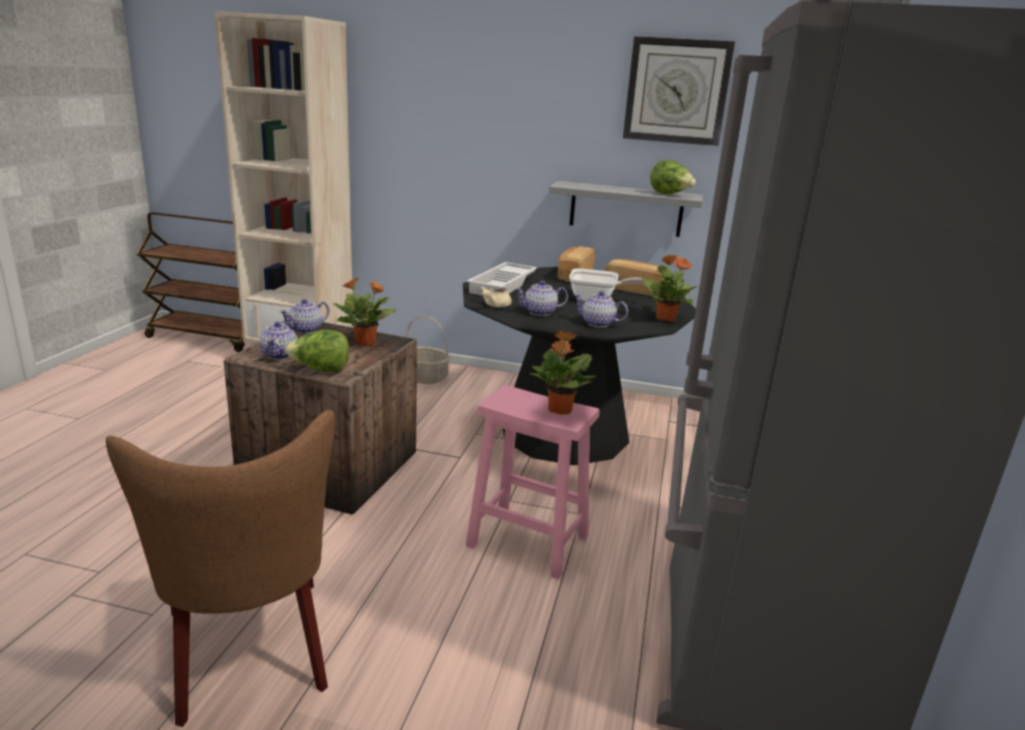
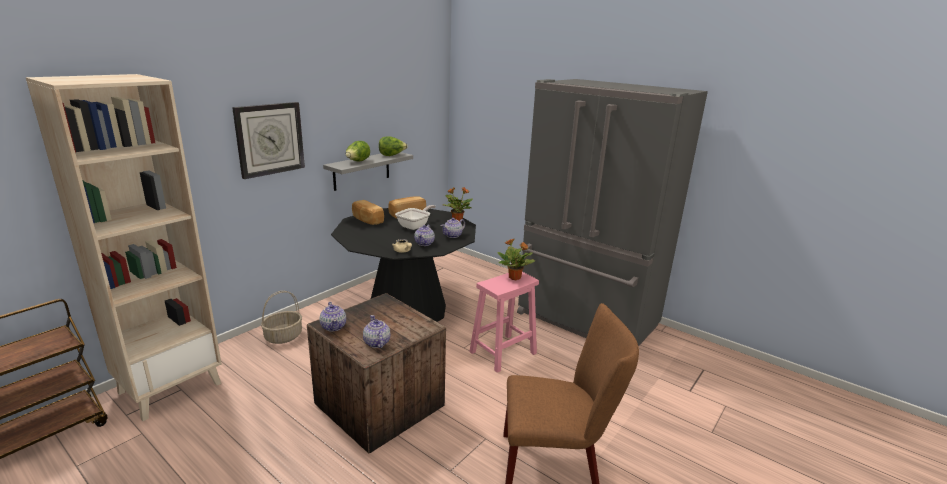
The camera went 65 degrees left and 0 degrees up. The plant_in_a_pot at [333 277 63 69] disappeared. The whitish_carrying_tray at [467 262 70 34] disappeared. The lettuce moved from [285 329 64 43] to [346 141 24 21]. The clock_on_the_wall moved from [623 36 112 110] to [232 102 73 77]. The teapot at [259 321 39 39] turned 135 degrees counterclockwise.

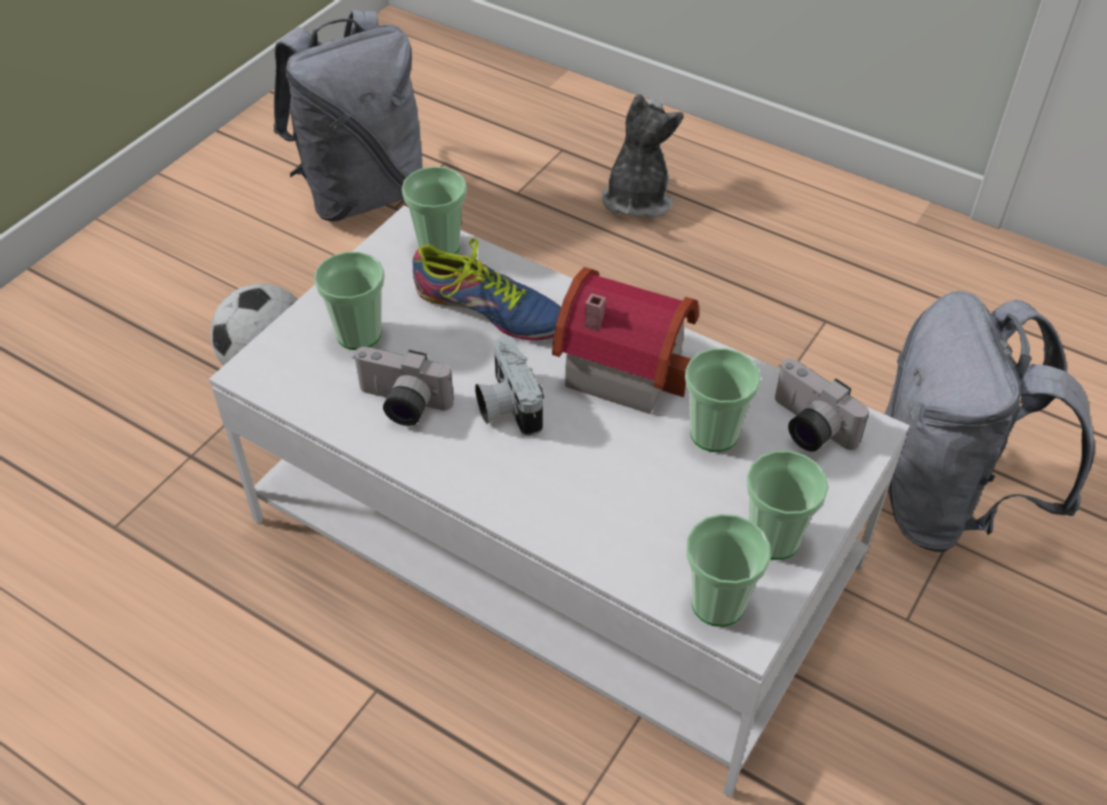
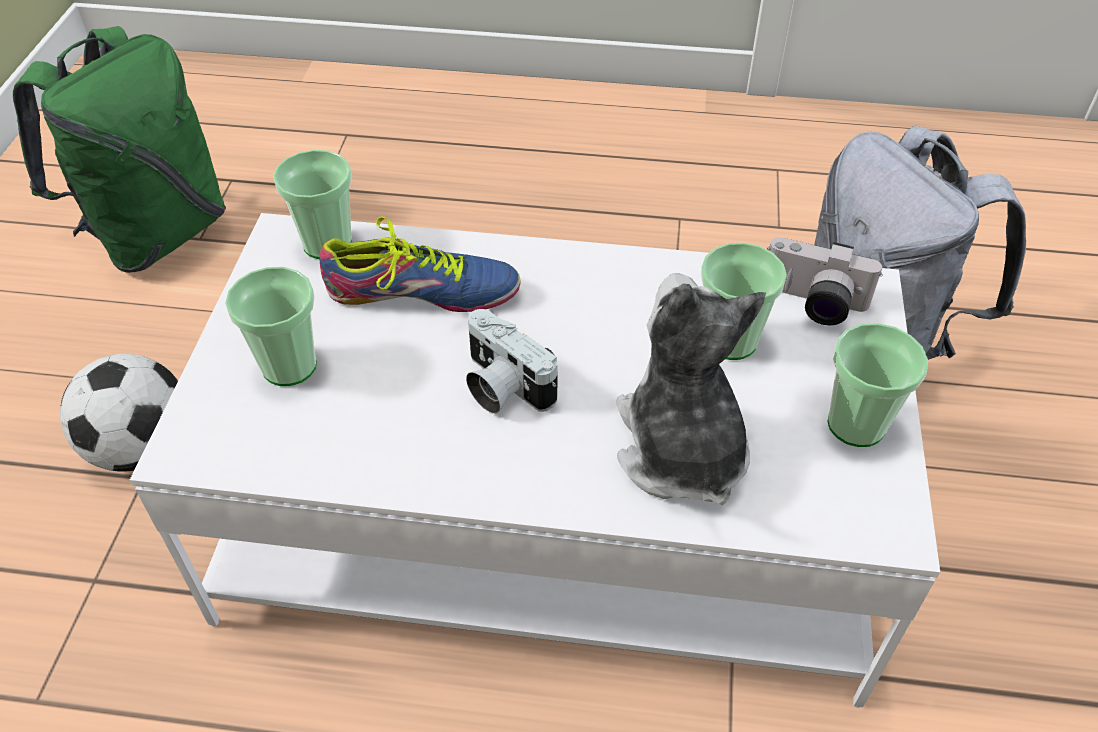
The camera went 25 degrees left and 0 degrees up. The photo_camera at [352 347 102 79] disappeared. The model_house at [552 267 147 147] disappeared. The drinking_cup at [686 514 85 113] disappeared. The soft_toy moved from [602 94 82 125] to [616 273 150 232]. The grey_rucksack at [273 10 149 212] became the greenish_rucksack at [13 26 213 247].

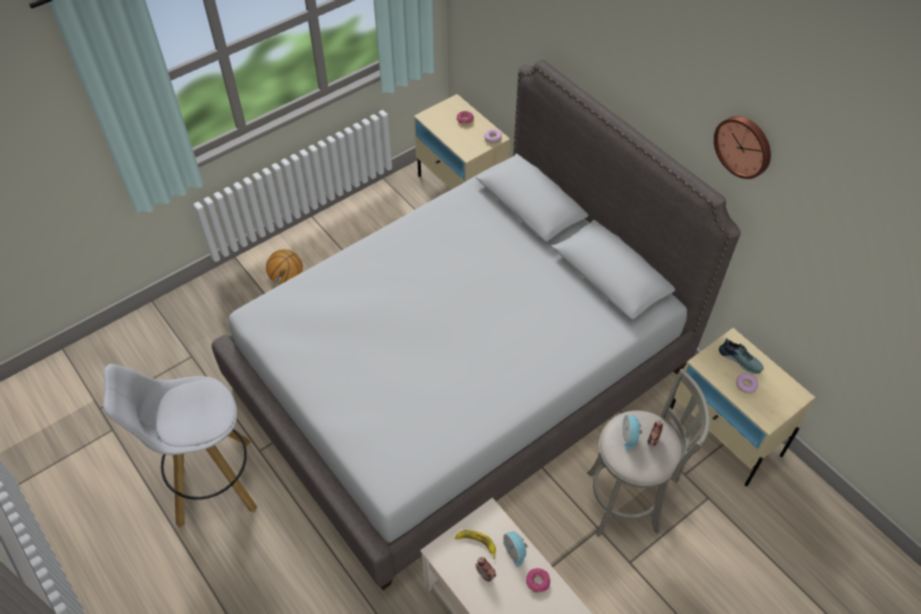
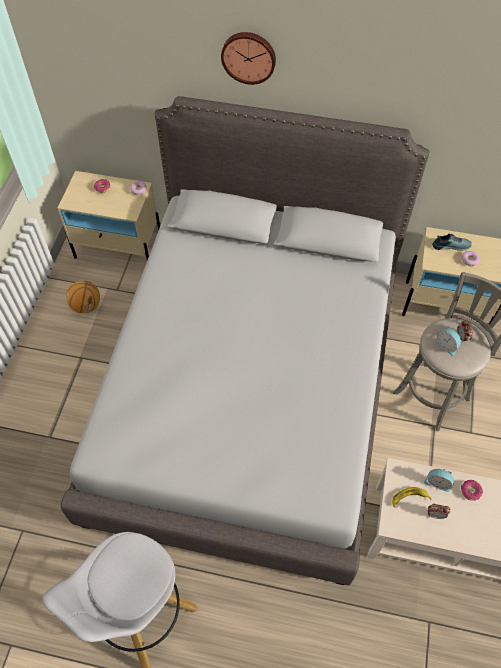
The camera went 40 degrees left and 5 degrees up. The basketball_ball moved from [266 249 37 36] to [66 280 34 33]. The clock_on_the_wall moved from [714 116 57 63] to [221 32 55 53].

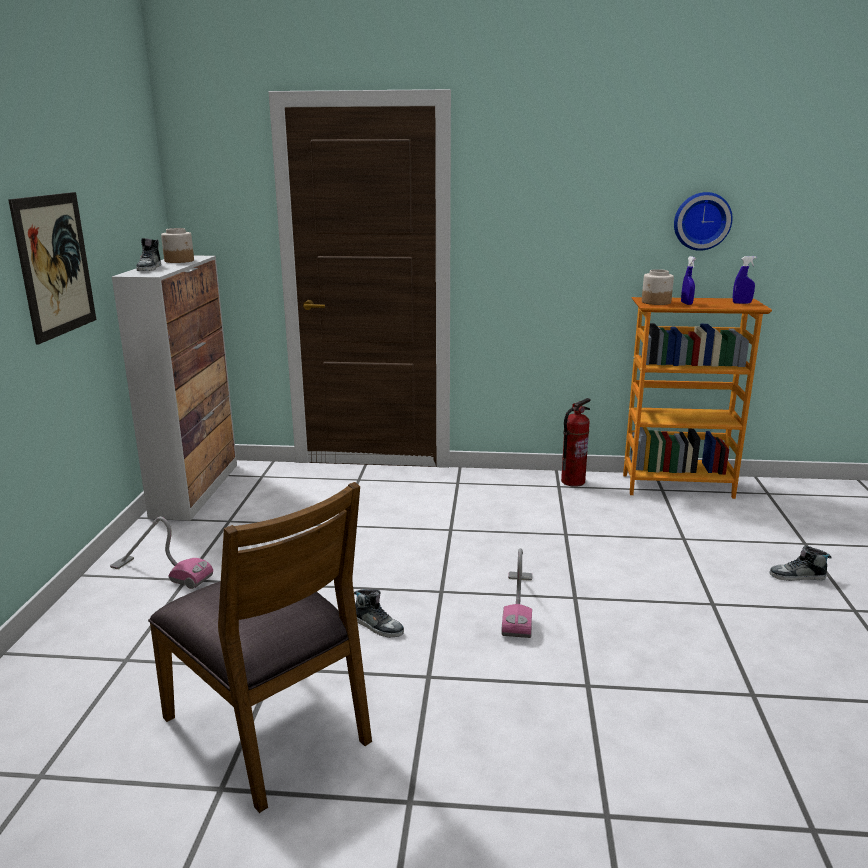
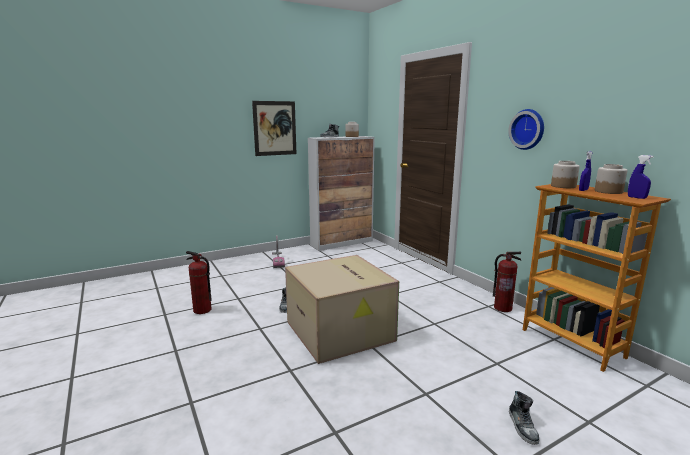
The camera went 55 degrees right and 5 degrees down. The jar at [595 164 32 30] appeared. The clock_on_the_wall moved from [674 192 59 59] to [508 109 36 41]. The brownish_chair at [148 482 224 331] was replaced by the extinguisher at [186 251 26 63]. The vacuum_cleaner at [501 548 32 90] was replaced by the packing_box at [285 255 114 109]. The shoe at [769 546 62 35] turned 150 degrees counterclockwise.

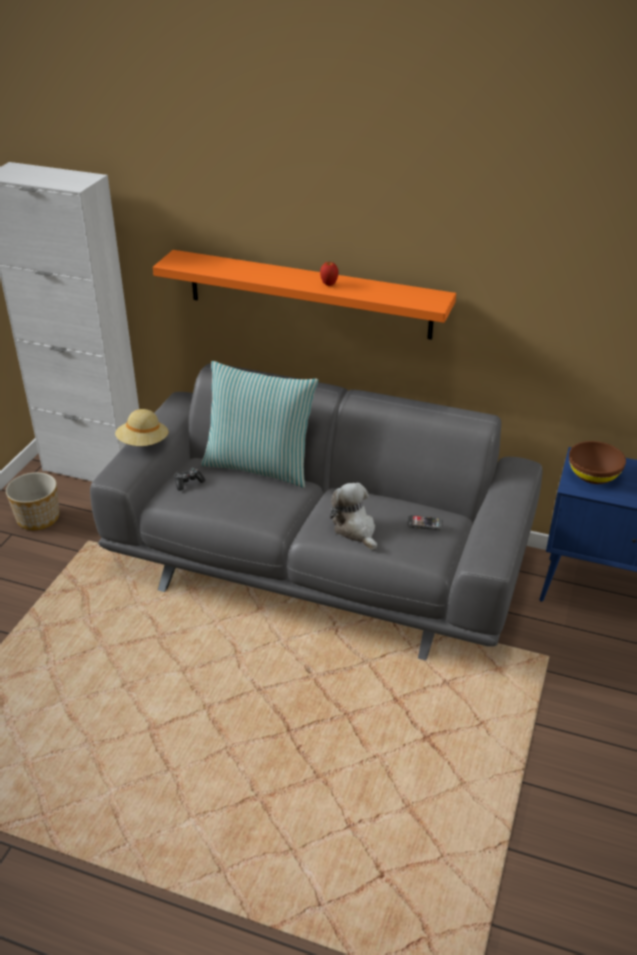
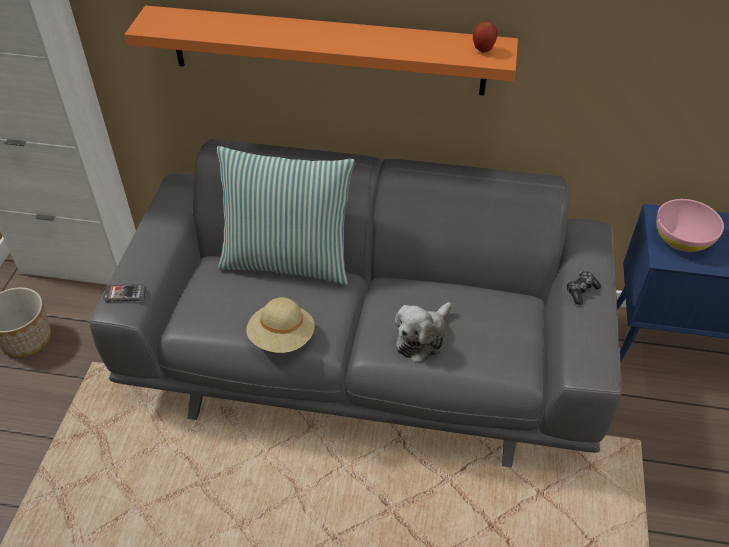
The camera went 10 degrees left and 10 degrees up. The beige_wearable_hat moved from [115 409 54 37] to [246 297 69 56]. The game_controller moved from [175 468 30 23] to [566 271 35 34]. The apple_fruit moved from [320 261 19 25] to [473 21 25 32]. The phone moved from [407 515 36 15] to [103 284 43 18]. The brownish_deep_dish at [569 441 57 43] became the pink-coloured_deep_dish at [656 199 68 53]. The soft_toy at [330 483 47 67] turned 105 degrees counterclockwise.

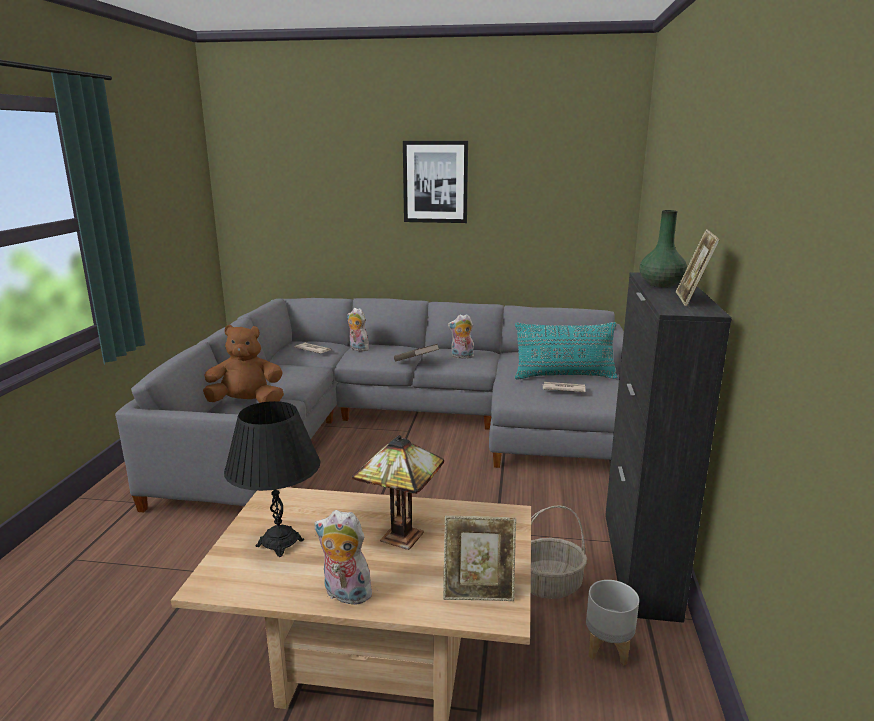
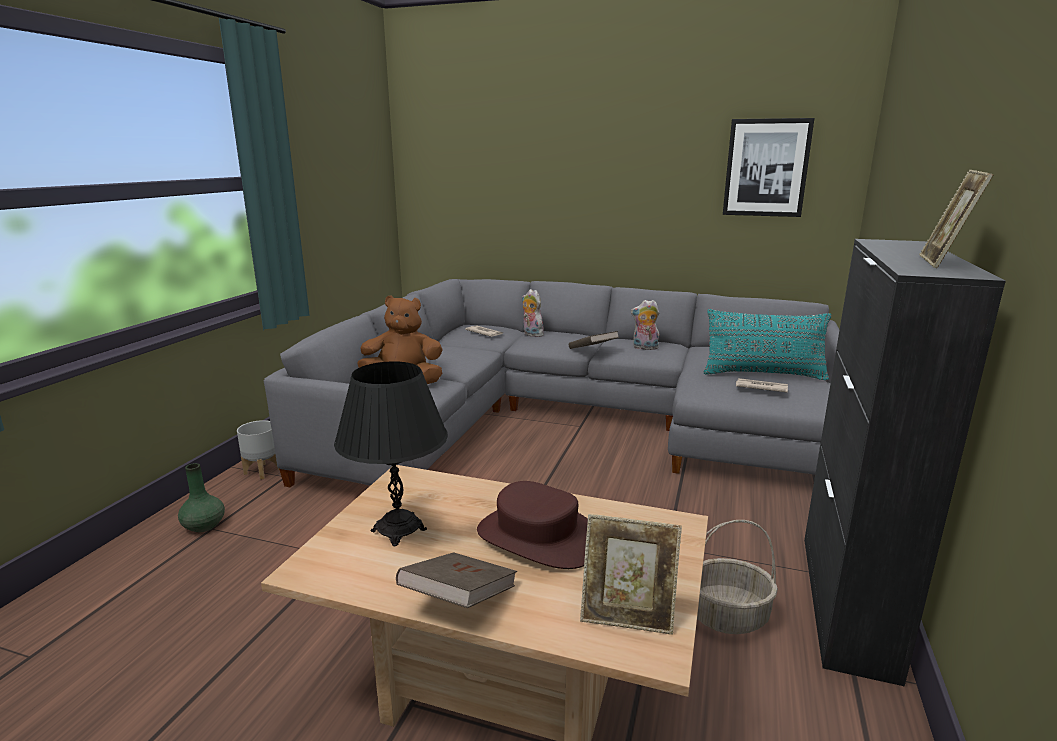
The camera went 10 degrees right and 0 degrees up. The wall_picture moved from [403 141 65 82] to [723 118 92 99]. The grey_planter moved from [586 580 53 86] to [237 420 42 60]. The greenish_flower_vase moved from [639 210 48 77] to [178 463 47 69]. The soft_toy at [314 510 63 95] was replaced by the brownish_bound_book at [396 552 121 56]. The tabletop_lamp at [352 435 92 115] was replaced by the brownish_wearable_hat at [477 481 111 88].

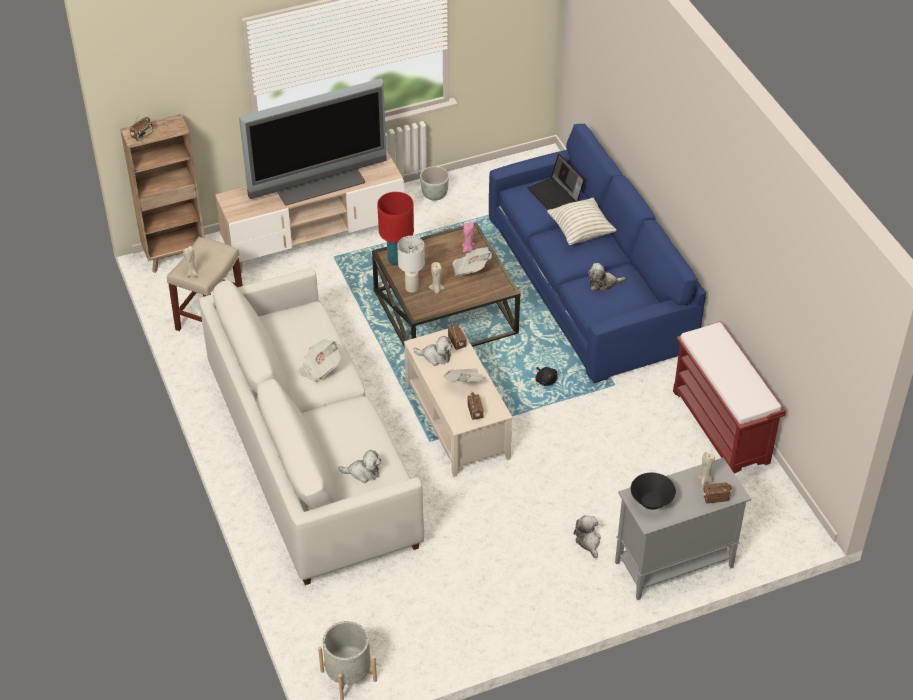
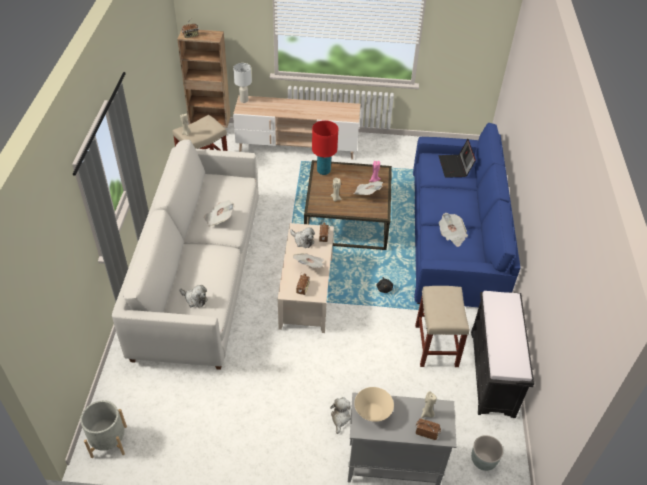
The camera went 25 degrees right and 0 degrees up. The TV_set at [239 78 148 127] disappeared. The pillow at [547 198 70 47] disappeared. The beige_stool at [415 286 54 81] appeared. The whitish_tabletop_lamp moved from [397 236 28 57] to [233 63 19 40]. The grey_planter moved from [420 166 29 35] to [471 435 32 36]. The soft_toy at [588 263 38 29] was replaced by the newspaper at [439 213 29 34]. The black-coloured_deep_dish at [631 473 45 37] became the beige_deep_dish at [354 387 40 35]. The red_bench at [673 321 113 153] became the black-coloured_bench at [471 291 63 127].

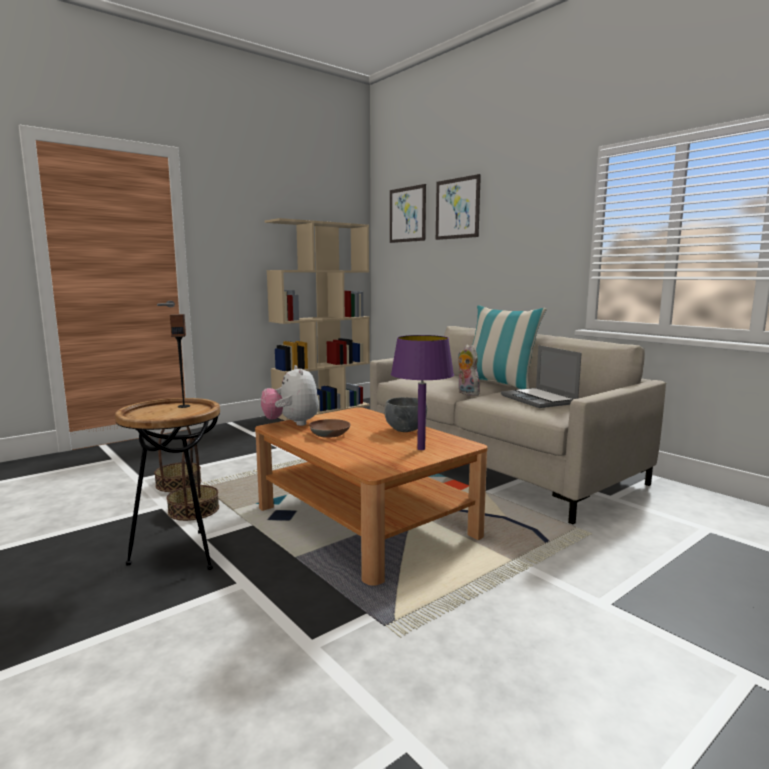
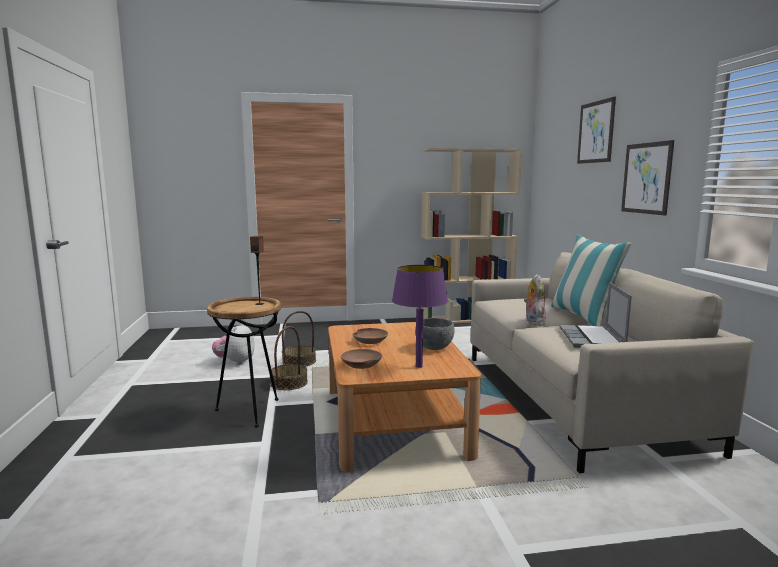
The camera went 30 degrees right and 0 degrees up. The brownish_deep_dish at [341 349 41 20] appeared. The soft_toy moved from [261 365 58 61] to [212 324 43 41]. The wall_picture moved from [390 184 36 59] to [621 140 53 75].

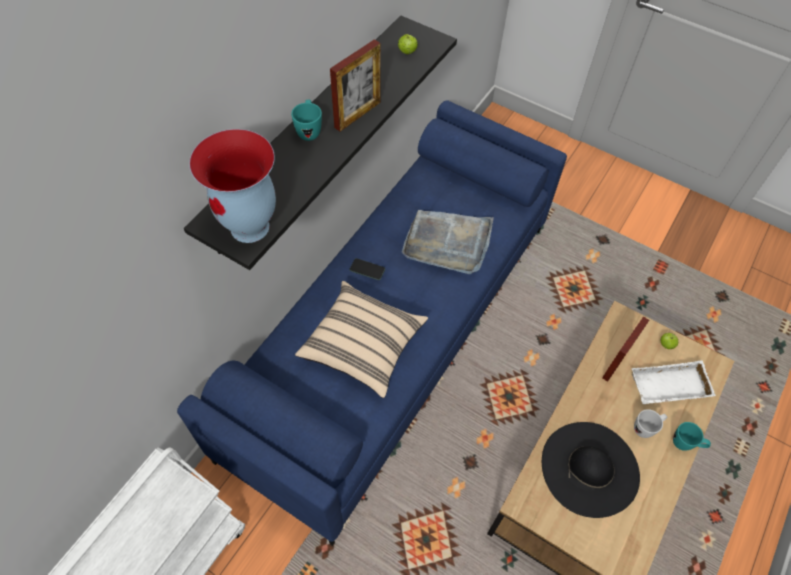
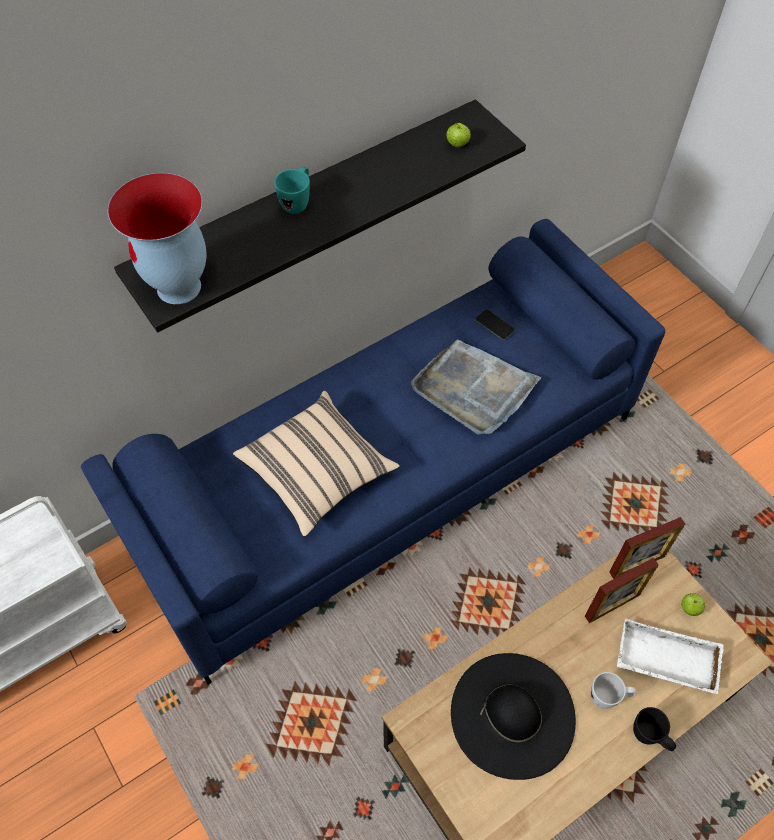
The camera went 25 degrees right and 0 degrees up. The picture_frame moved from [330 39 51 92] to [609 517 76 62]. The phone moved from [349 258 36 22] to [475 309 40 31]. The turquoise-coloured_coffee_mug at [673 422 38 29] became the black-coloured_coffee_mug at [633 707 43 44].

